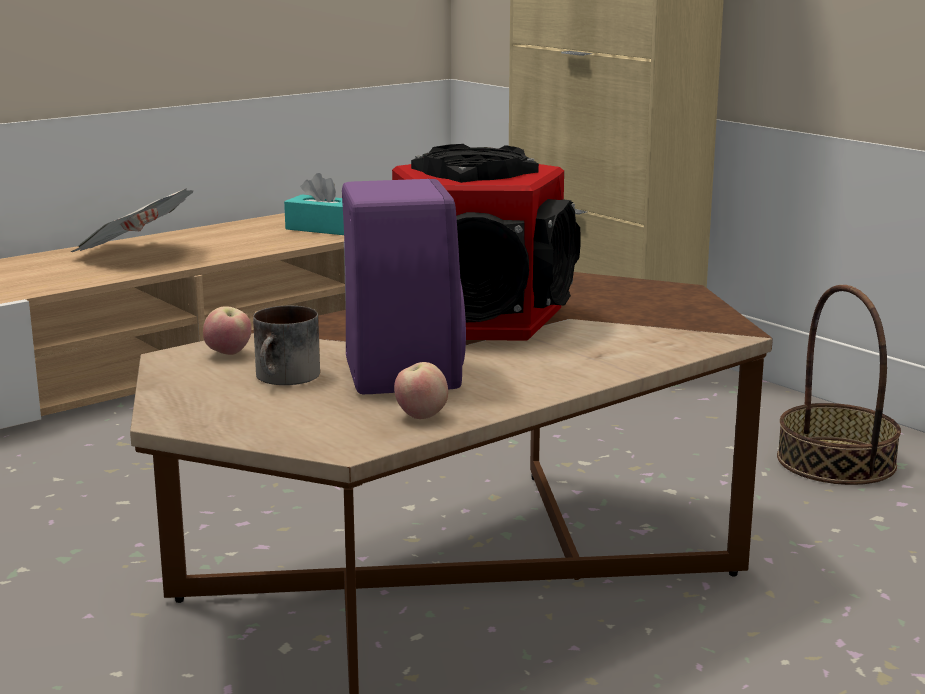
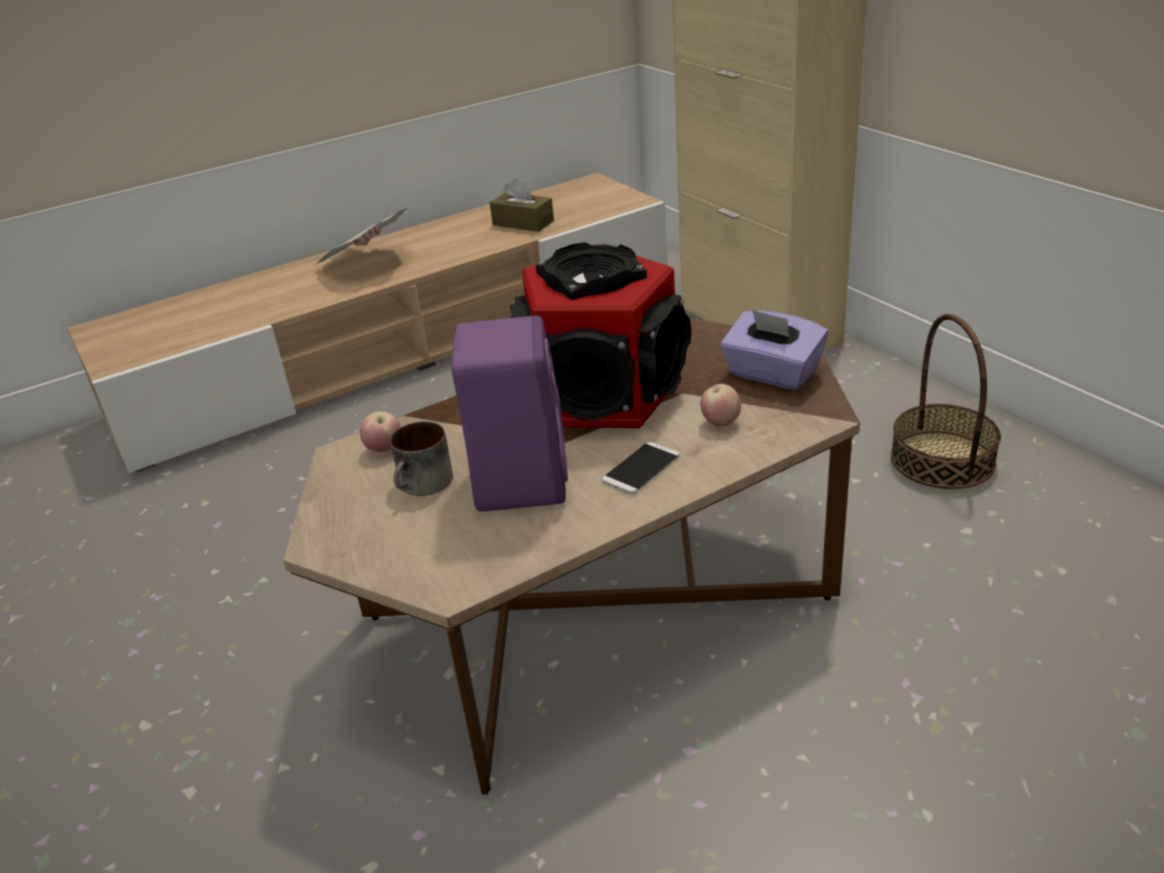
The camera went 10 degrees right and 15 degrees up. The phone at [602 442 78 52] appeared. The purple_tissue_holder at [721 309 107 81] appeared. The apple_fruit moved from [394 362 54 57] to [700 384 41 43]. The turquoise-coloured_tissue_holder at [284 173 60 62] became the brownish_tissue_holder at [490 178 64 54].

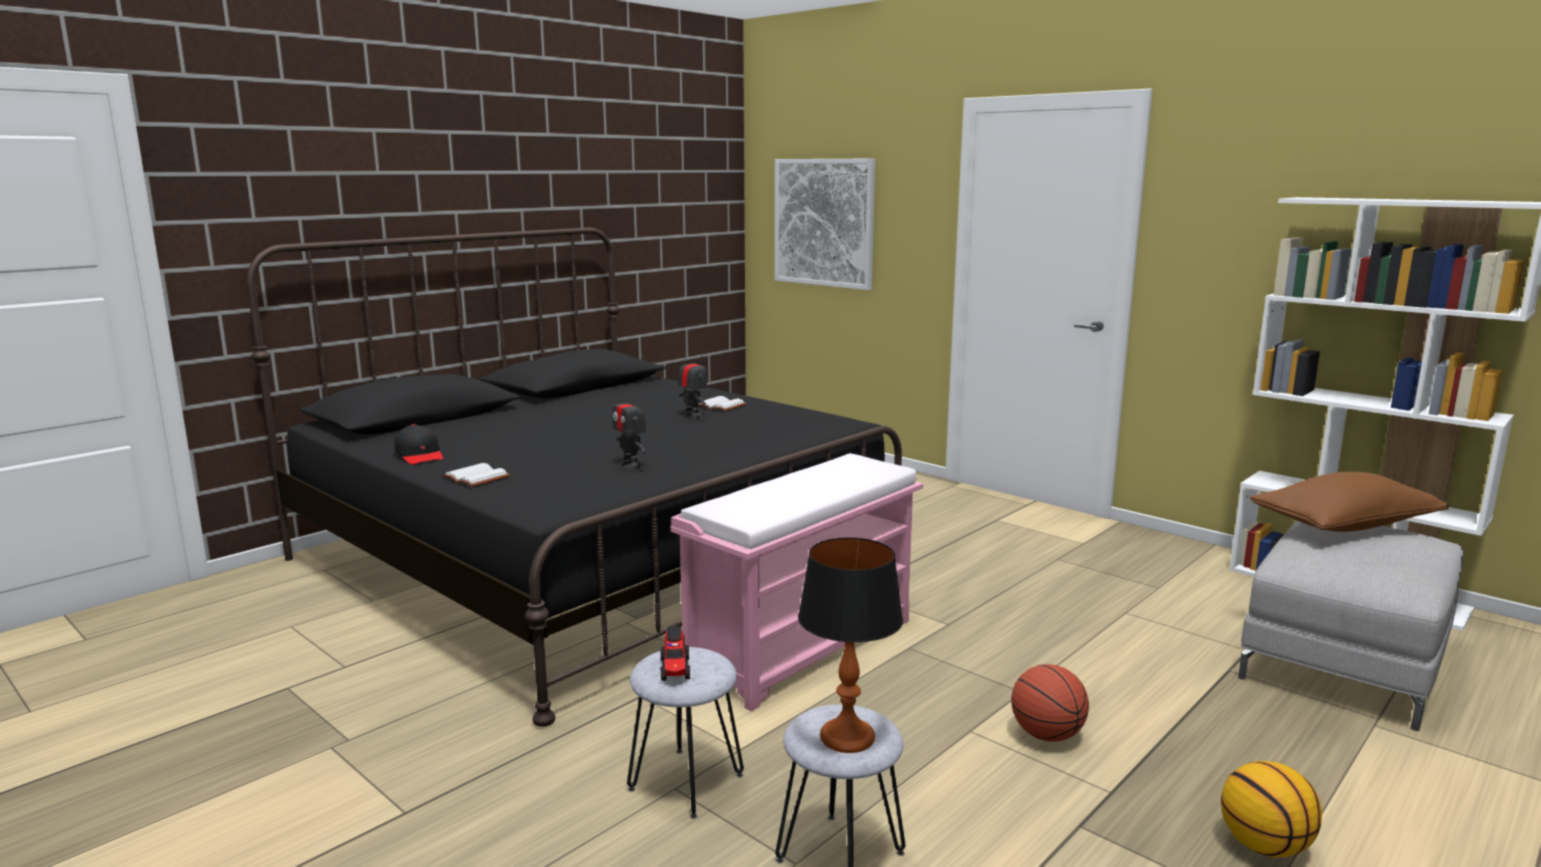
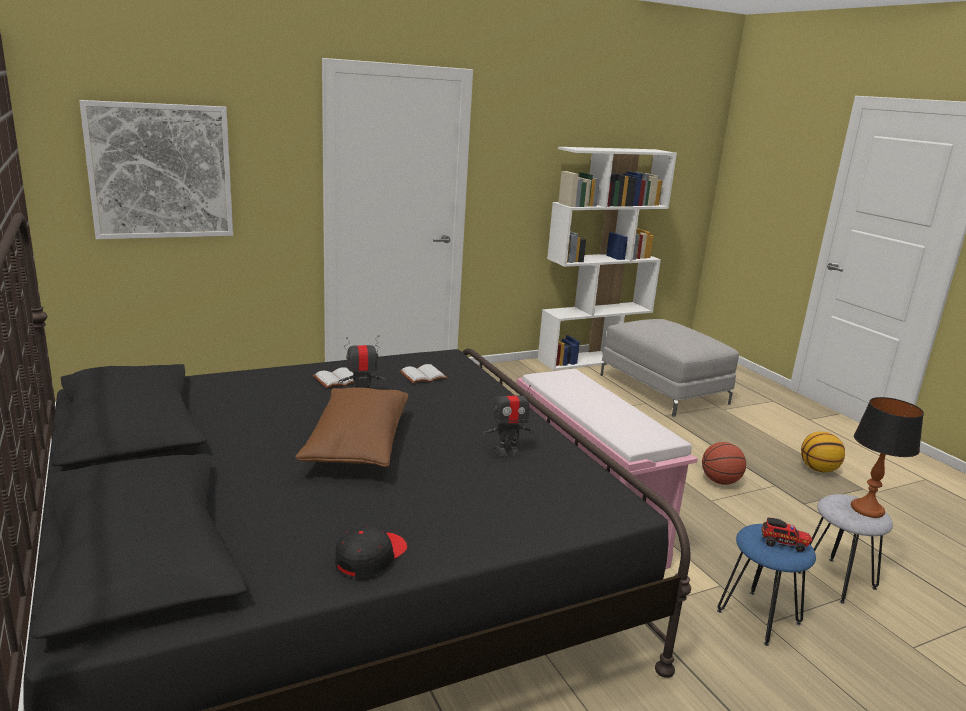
The camera went 70 degrees left and 5 degrees up. The whitish_bound_book moved from [442 463 68 24] to [400 364 48 19]. The brownish_pillow moved from [1250 472 199 60] to [295 388 113 79]. The grey_stool at [627 647 117 172] became the blue-coloured_stool at [717 524 99 122]. The black-coloured_cap at [394 424 49 40] turned 45 degrees counterclockwise.

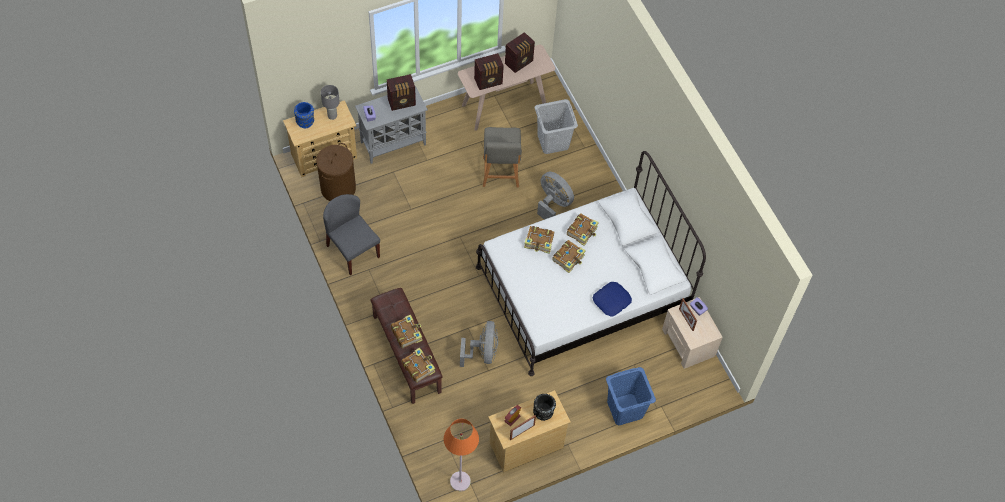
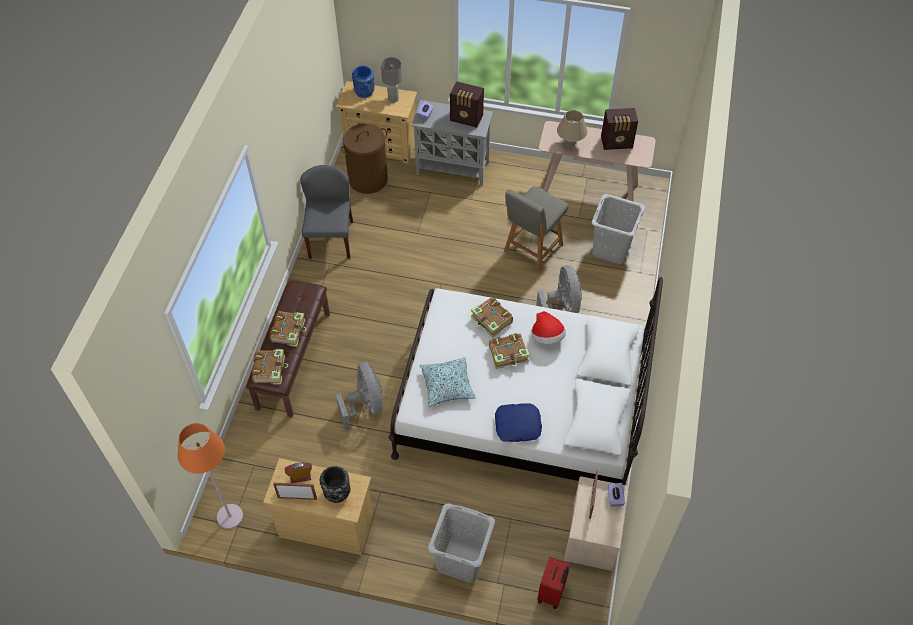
The camera went 40 degrees right and 5 degrees down. The pillow at [420 357 56 50] appeared. The red_suitcase at [537 557 34 52] appeared. The radio_set at [474 53 30 37] was replaced by the beige_tabletop_lamp at [557 110 30 38]. The bound_book at [567 213 32 33] was replaced by the wearable_hat at [532 311 34 33]. The blue-coloured_hamper at [606 367 50 58] became the grey_hamper at [428 503 67 80]. The grey_electric_fan at [460 321 38 46] turned 60 degrees counterclockwise.

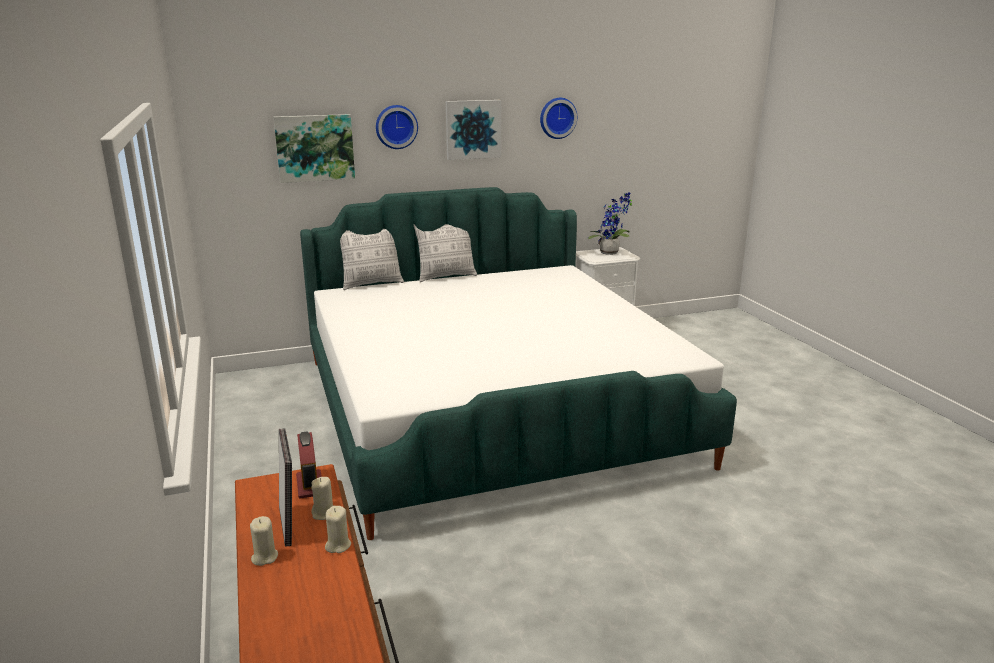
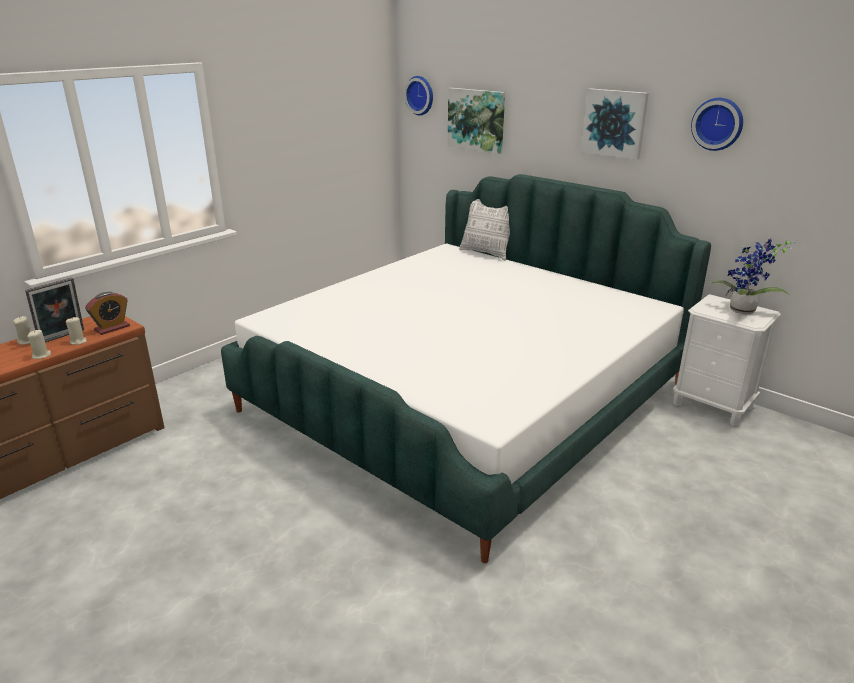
The camera went 60 degrees right and 5 degrees up. The pillow at [414 224 63 58] disappeared. The clock_on_the_wall moved from [376 105 42 44] to [404 76 29 40].

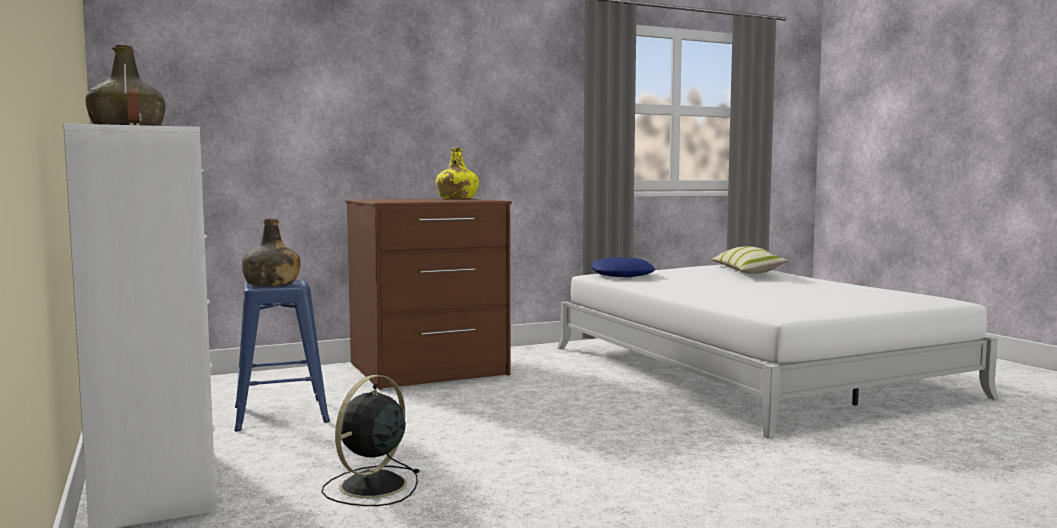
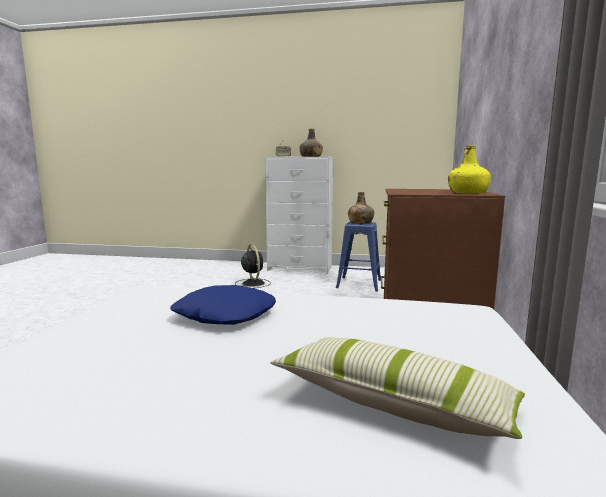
The camera went 125 degrees right and 5 degrees up. The blue-coloured_pillow moved from [590 257 65 20] to [170 285 106 40].

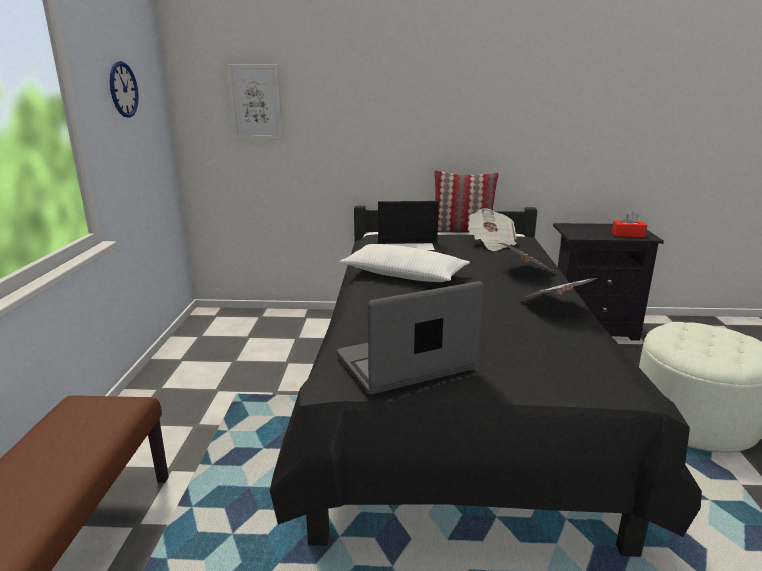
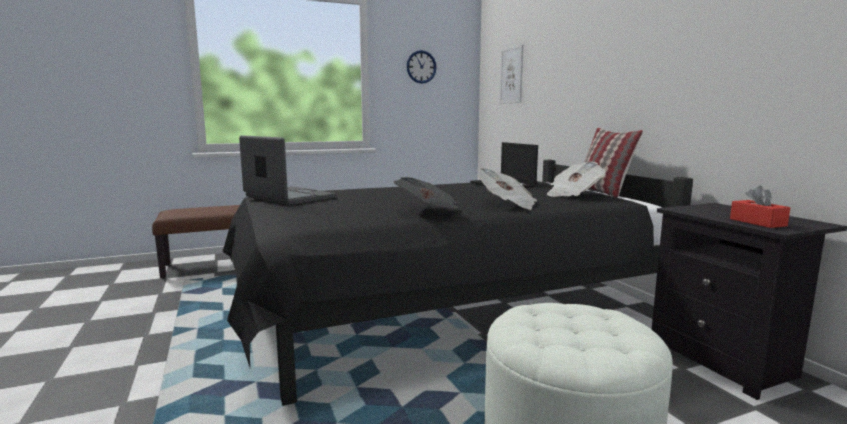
The camera went 65 degrees right and 10 degrees down. The whitish_pillow at [339 244 131 38] disappeared.

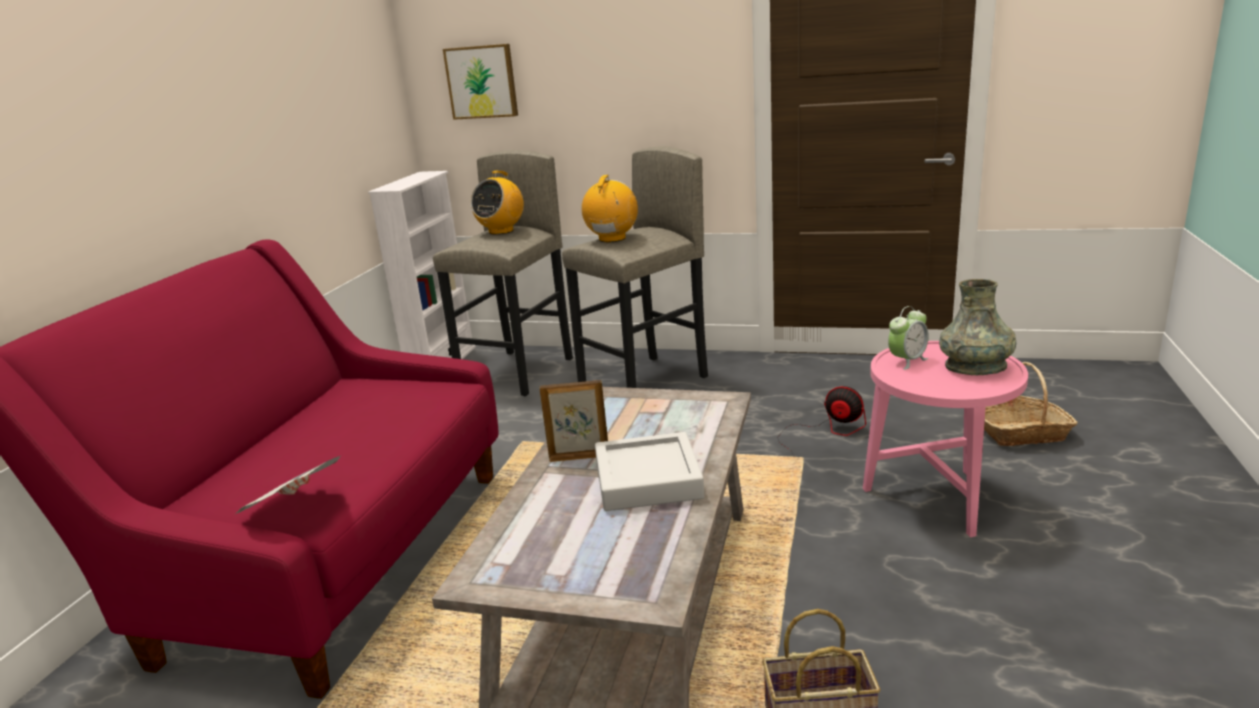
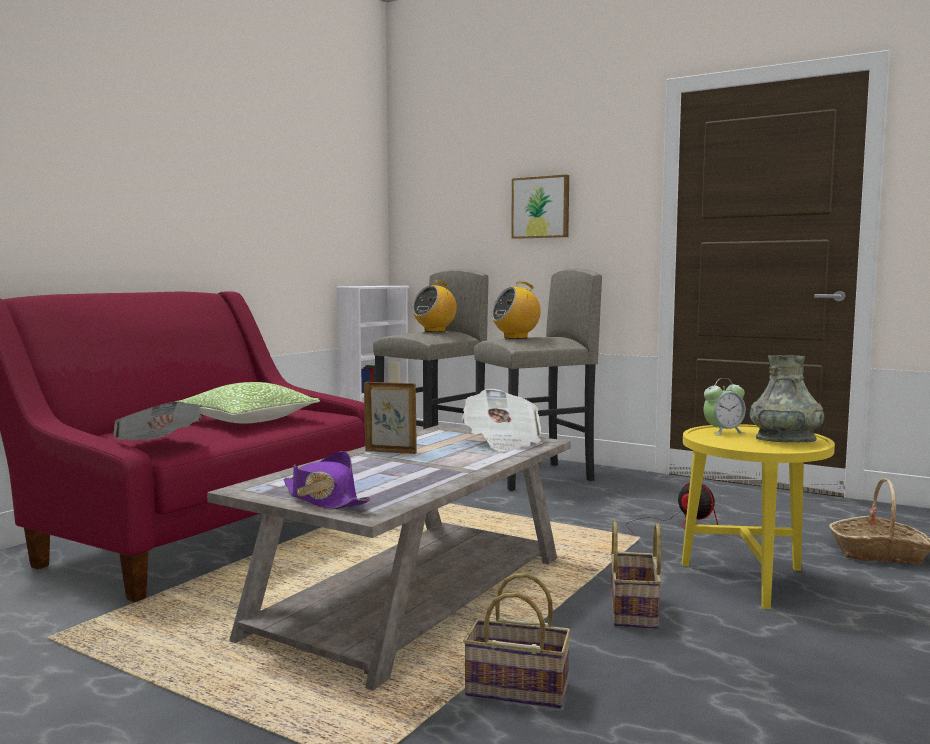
The camera went 15 degrees right and 15 degrees down. The grey_carrying_tray at [595 432 109 79] disappeared. The pillow at [175 382 145 42] appeared. The purple_wearable_hat at [284 451 87 59] appeared. The newspaper at [462 389 79 62] appeared. The household_basket at [611 521 50 108] appeared. The wall_picture moved from [443 44 75 76] to [511 175 58 64]. The pink-coloured_end_table at [863 341 165 196] became the yellowish_end_table at [681 424 154 185]. The radio_set at [582 175 56 67] turned 150 degrees counterclockwise.

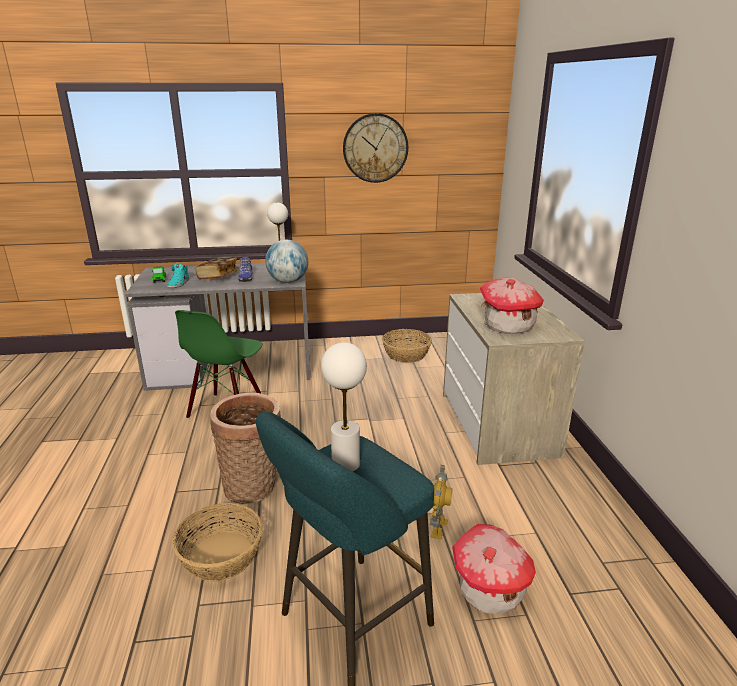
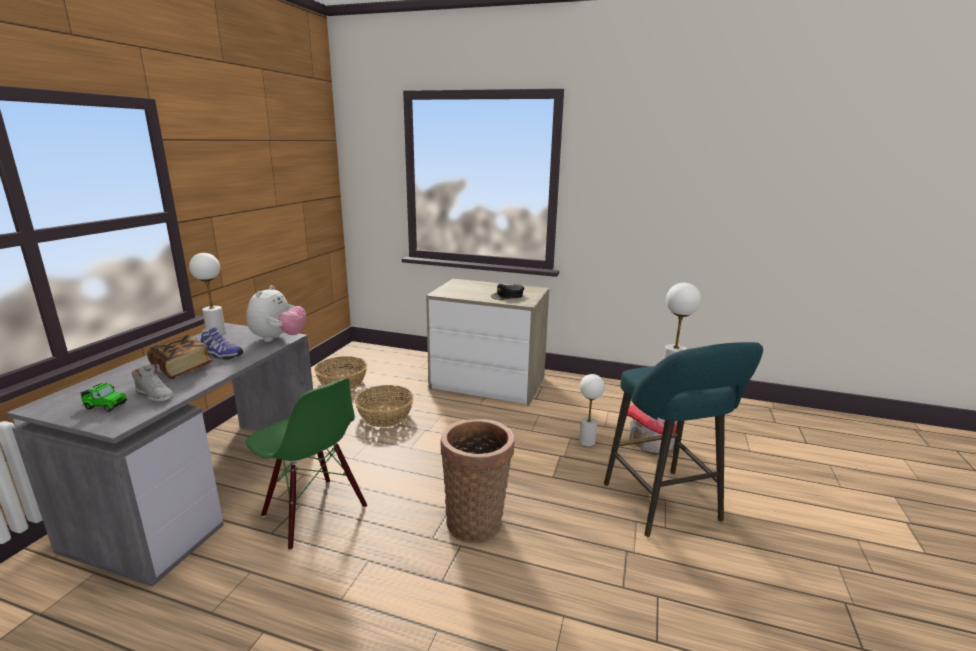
The camera went 65 degrees left and 5 degrees down. The clock_on_the_wall at [343 113 65 70] disappeared. The household_basket moved from [172 503 91 78] to [355 385 59 42]. The world_globe at [265 240 43 43] was replaced by the soft_toy at [246 285 60 57]. The robot_figure at [430 465 22 75] was replaced by the whitish_tabletop_lamp at [579 374 26 73]. The model_house at [480 278 64 56] was replaced by the black-coloured_cap at [491 284 33 16]. The turquoise-coloured_shoe at [167 264 22 24] became the grey_shoe at [132 364 42 38].

